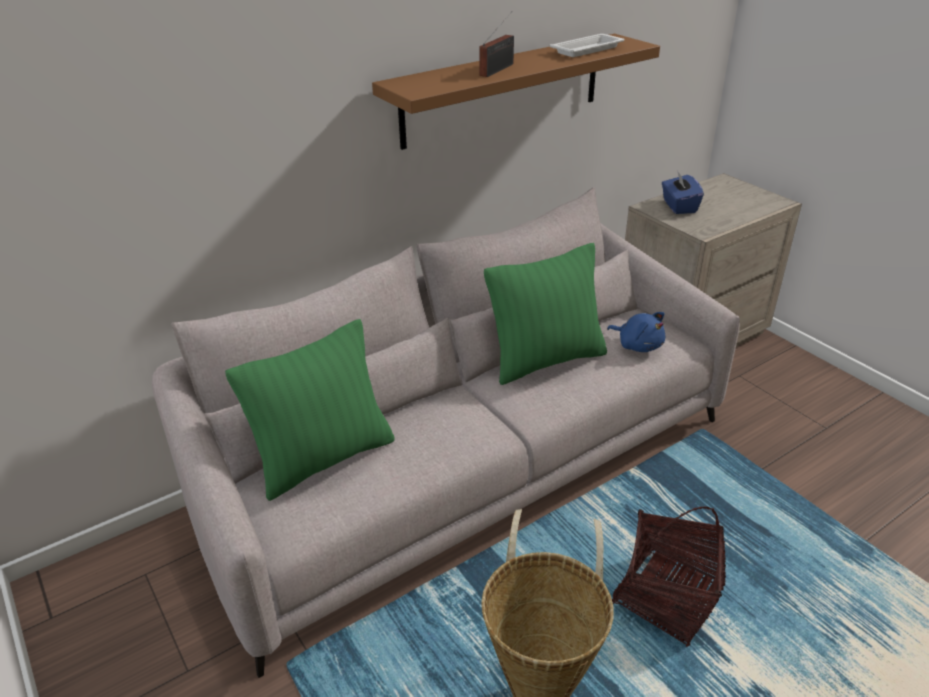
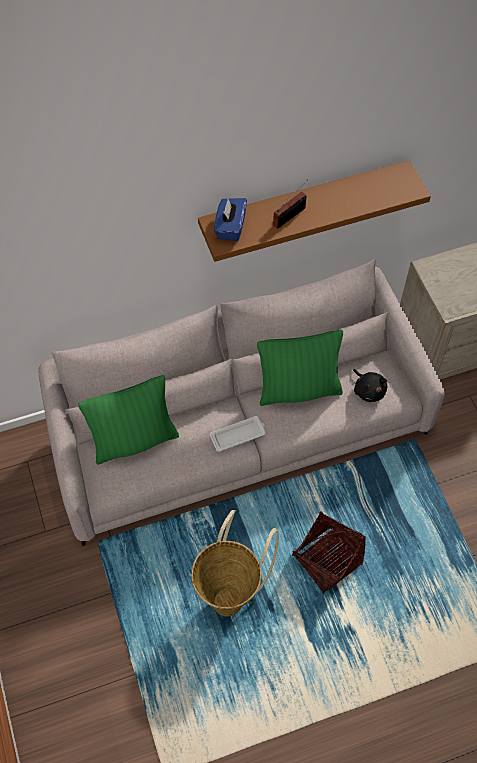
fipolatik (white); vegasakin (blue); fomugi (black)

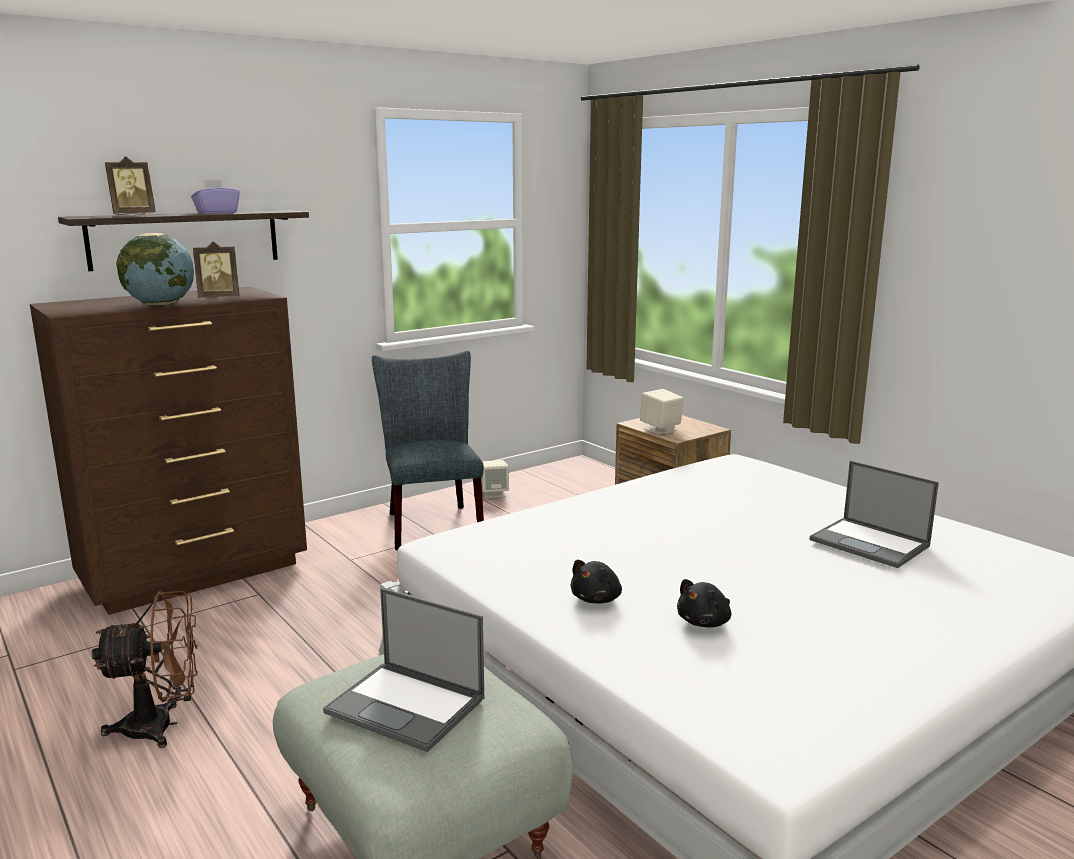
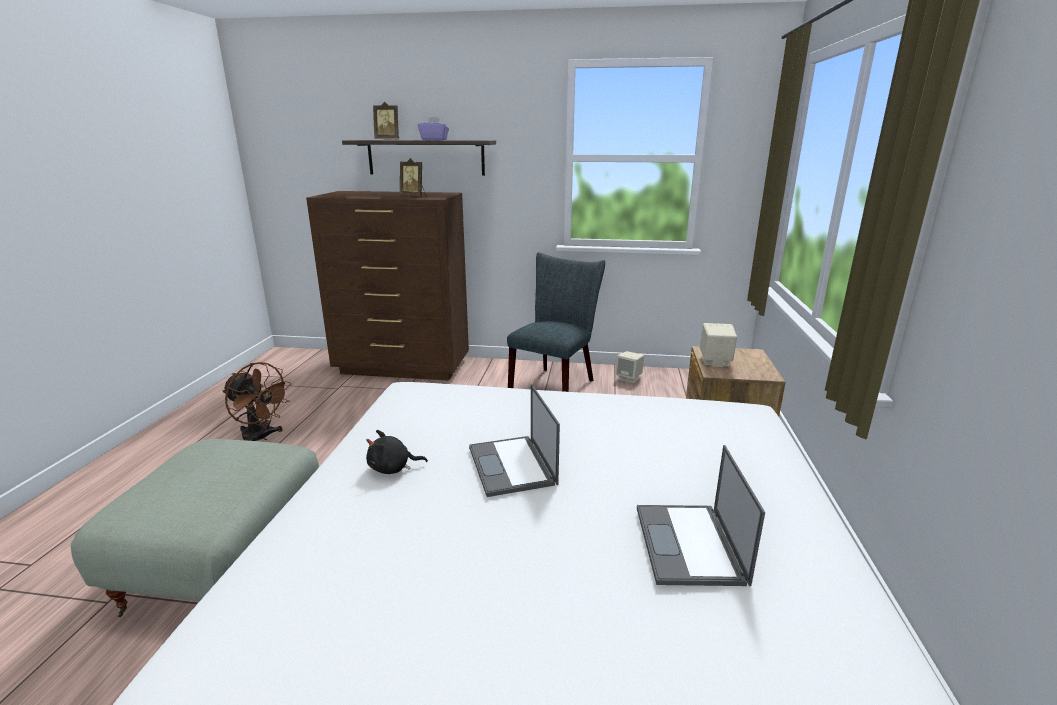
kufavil; fomugi (black) (2nd from left in the first image); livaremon (1st from left)

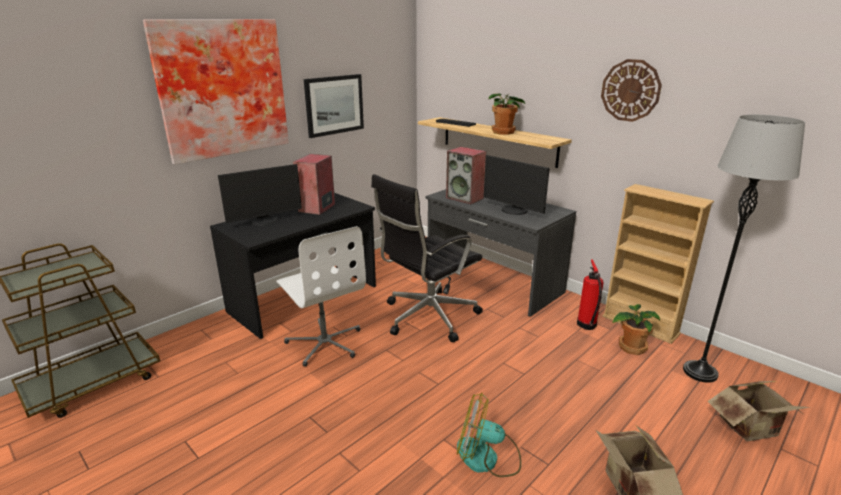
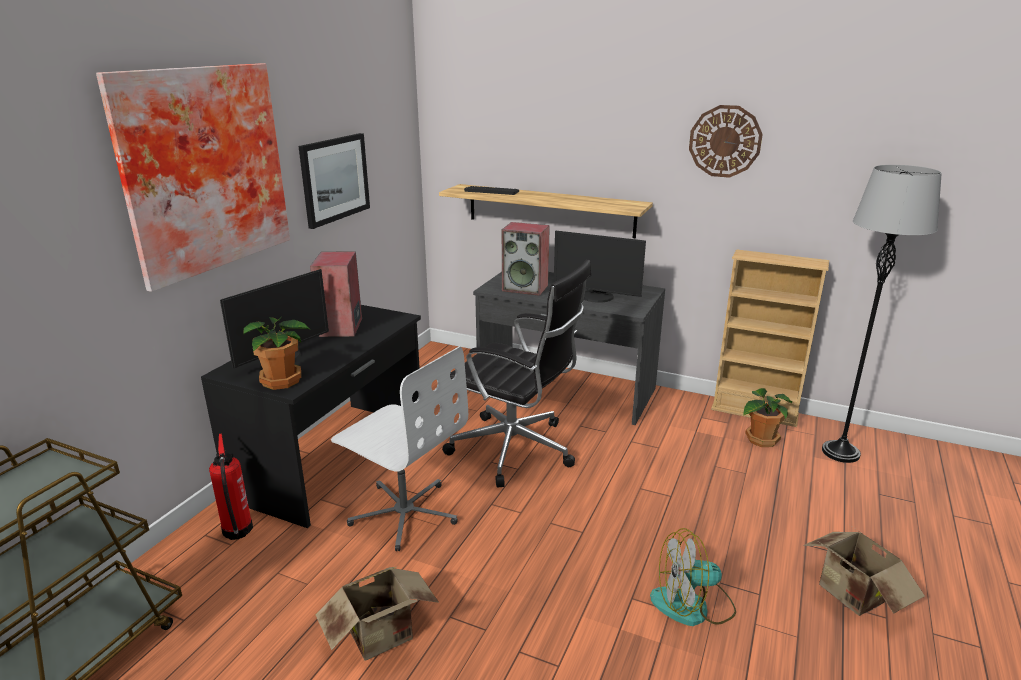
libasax (1st from left); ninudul; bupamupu (1st from left); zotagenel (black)

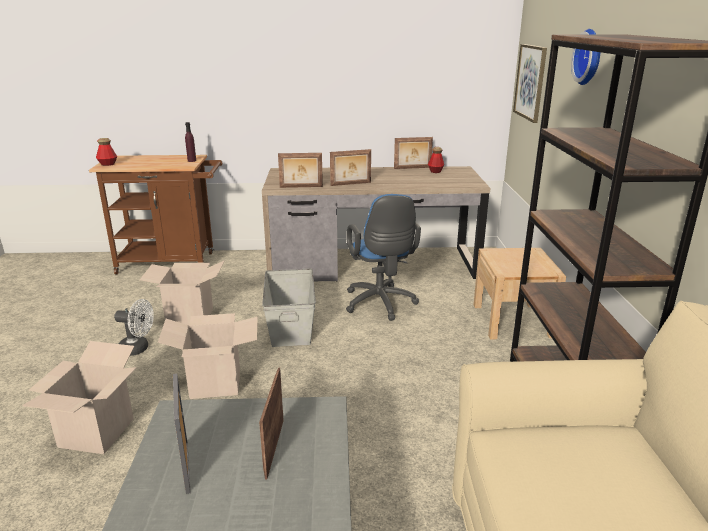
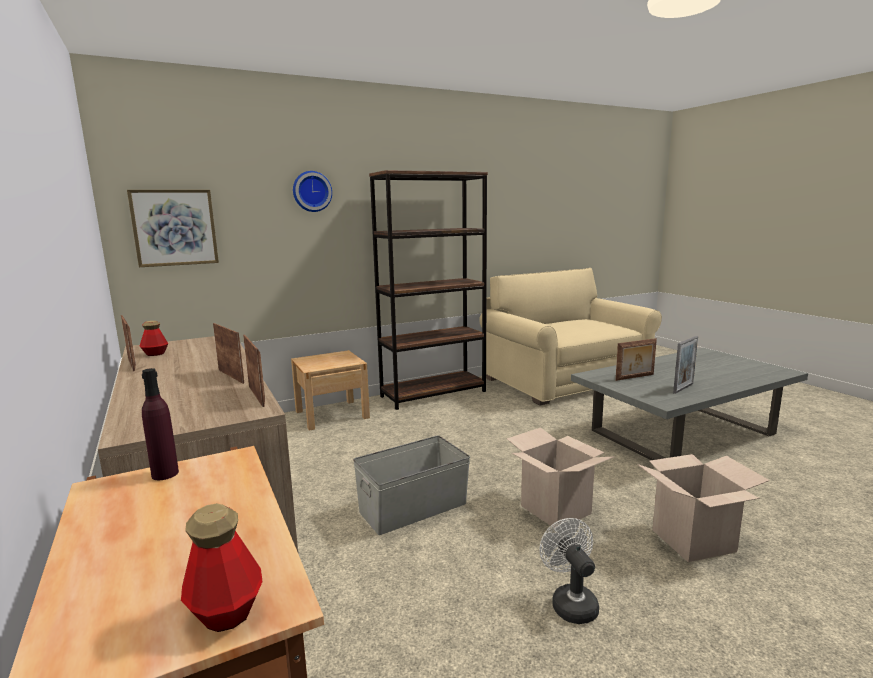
bupamupu (2nd from left in the first image); zotagenel (blue)

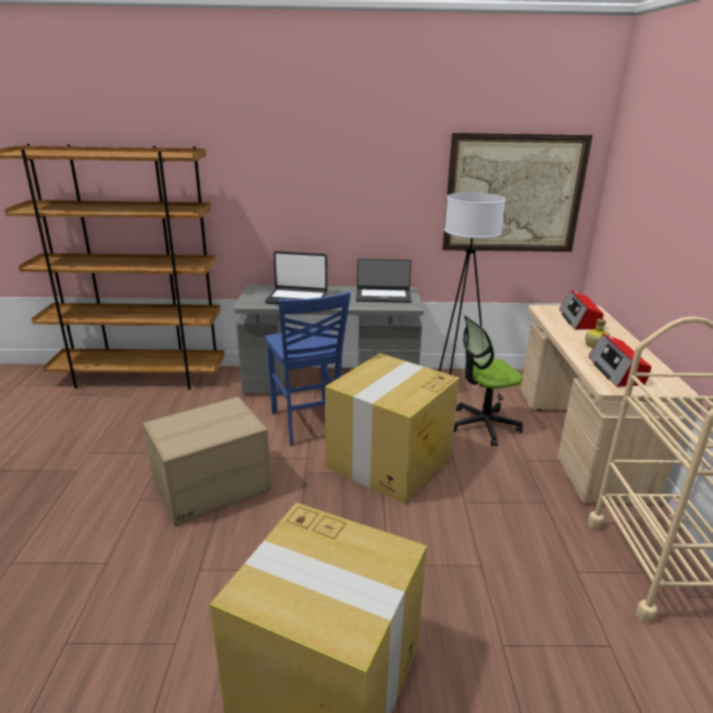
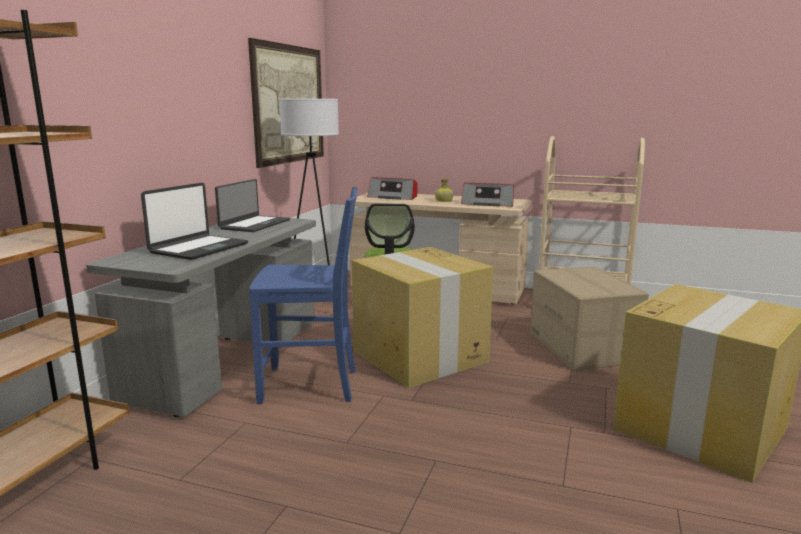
bupamupu (2nd from left)

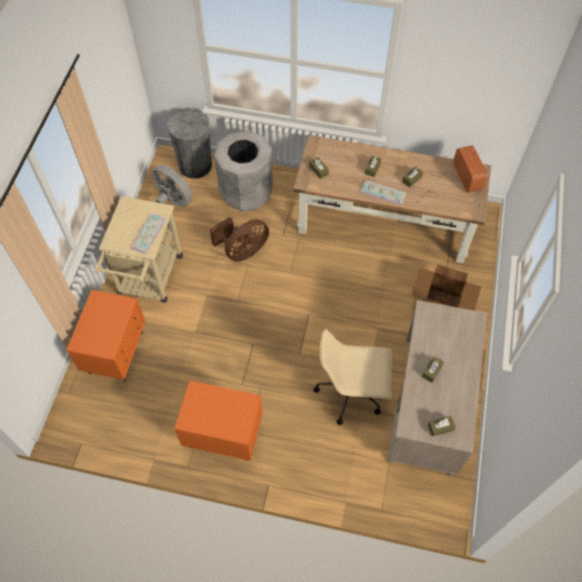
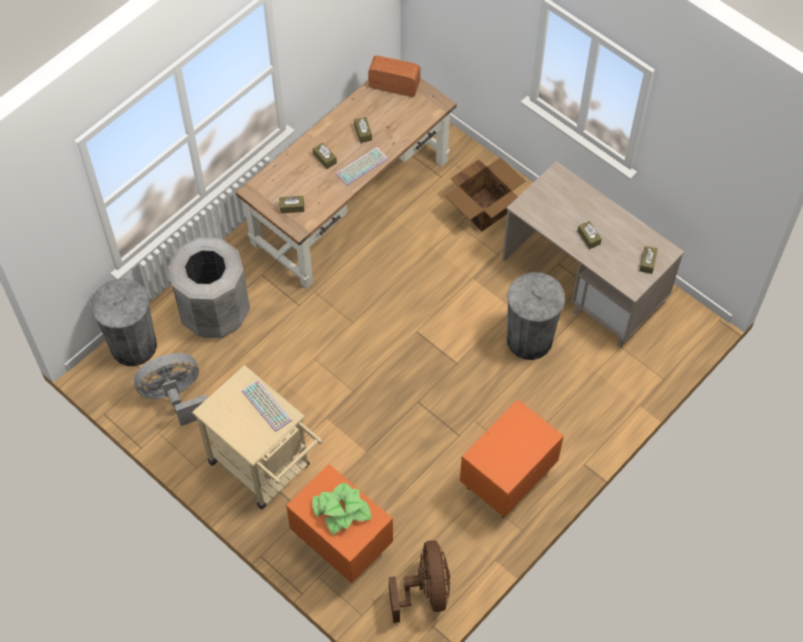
libasax; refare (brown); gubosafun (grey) (3rd from left)

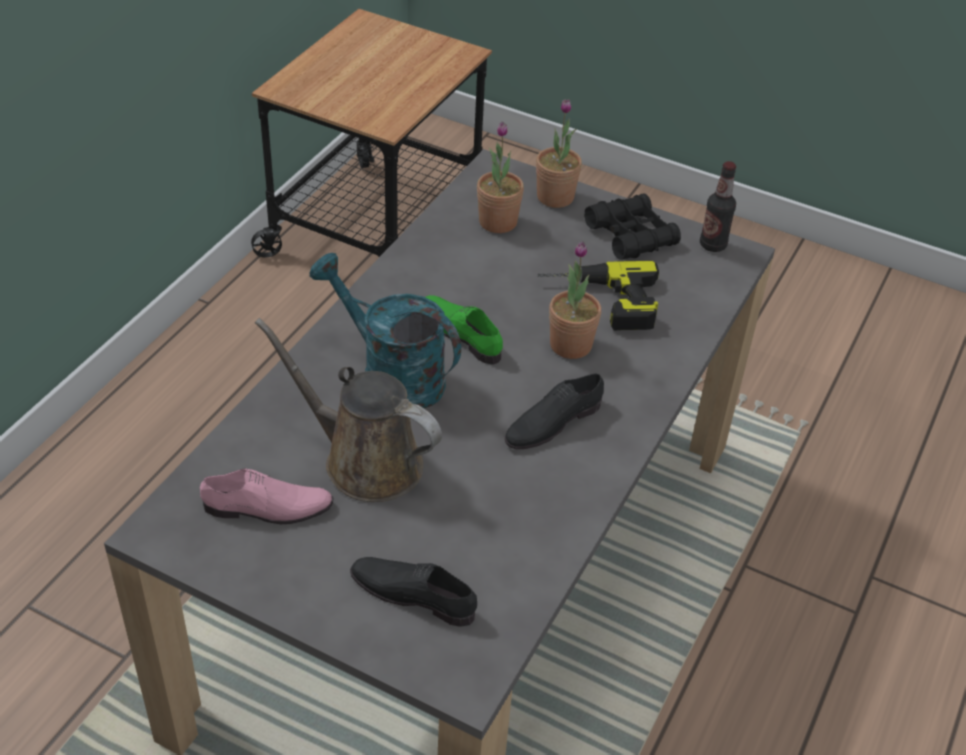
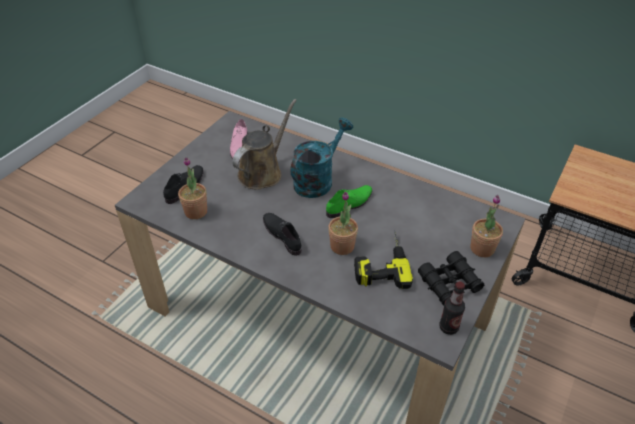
libasax (1st from left)

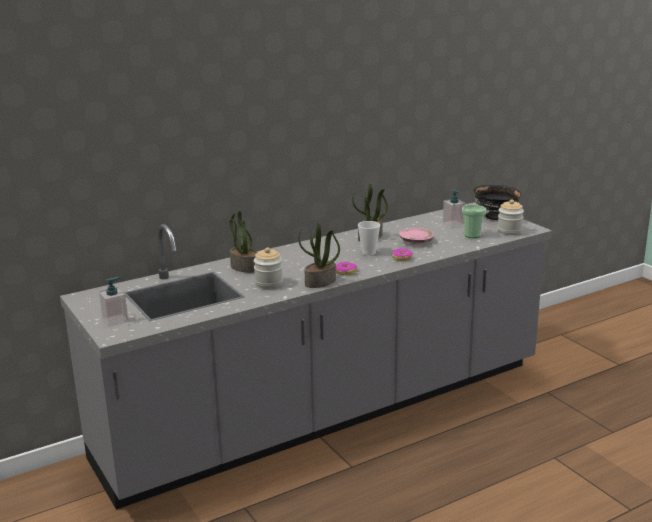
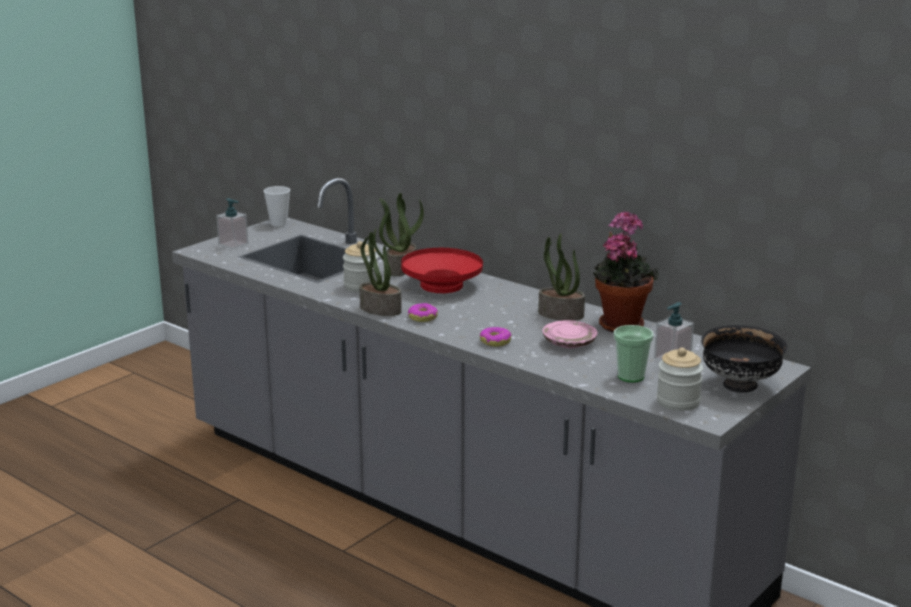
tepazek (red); libasax (4th from left); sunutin (1st from left)

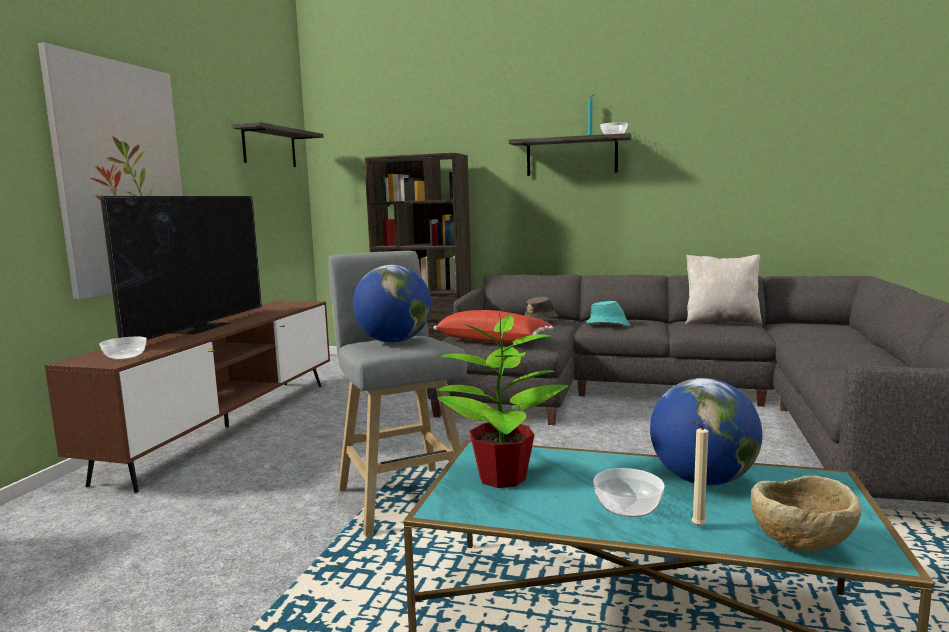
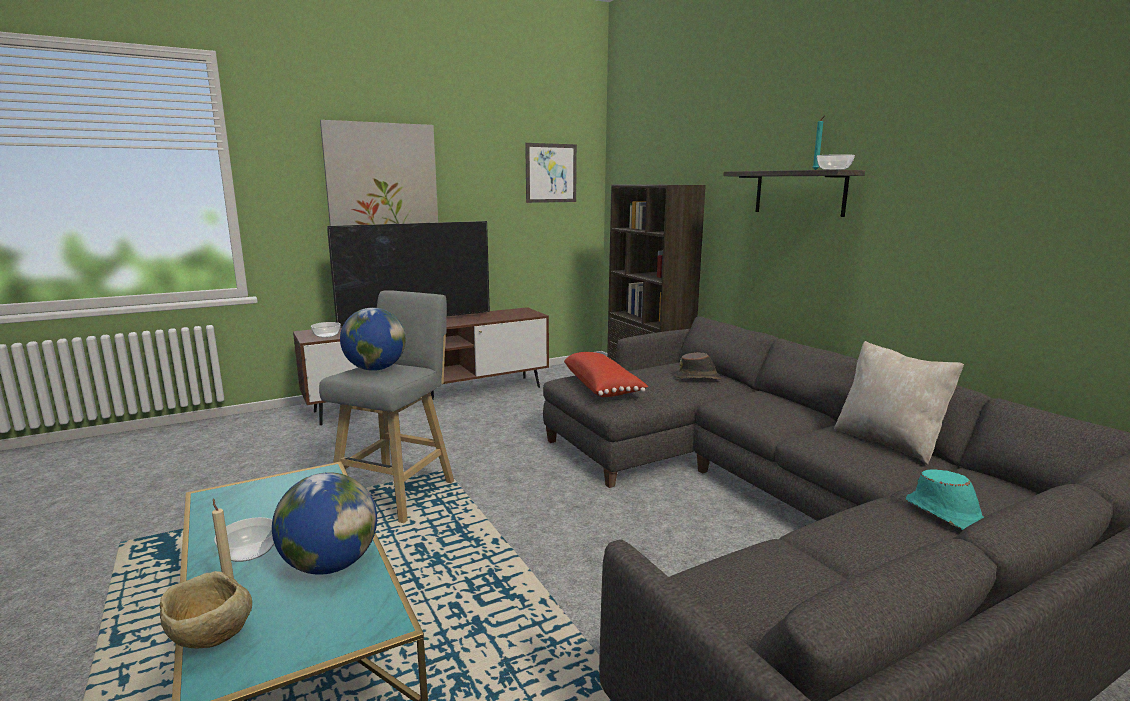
libasax; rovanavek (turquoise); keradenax (2nd from left)

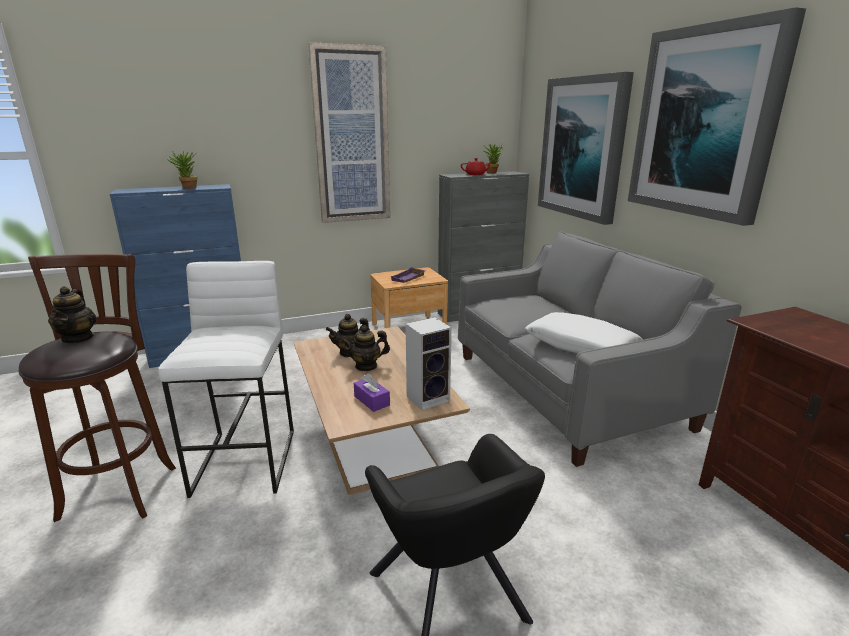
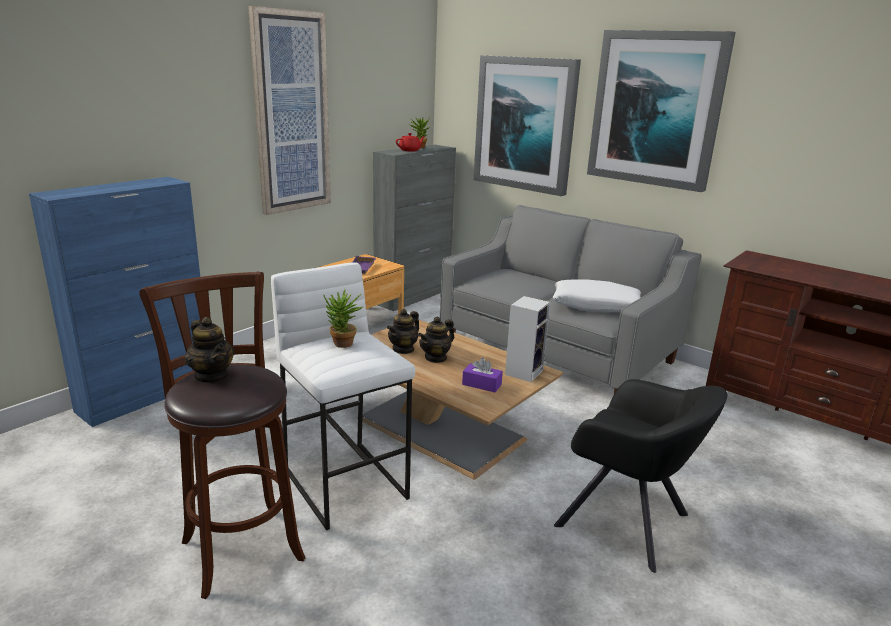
libasax (1st from left)

